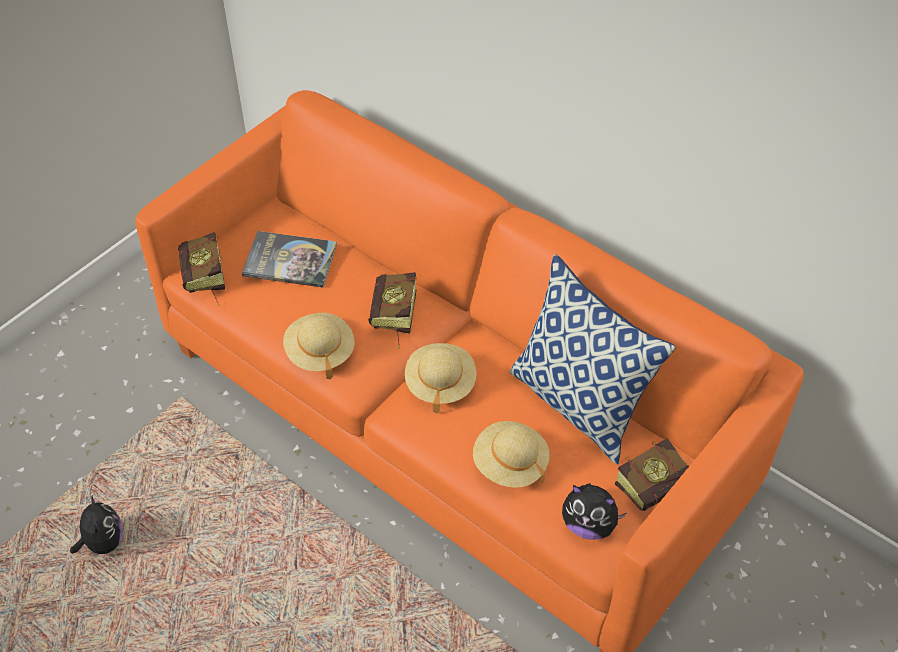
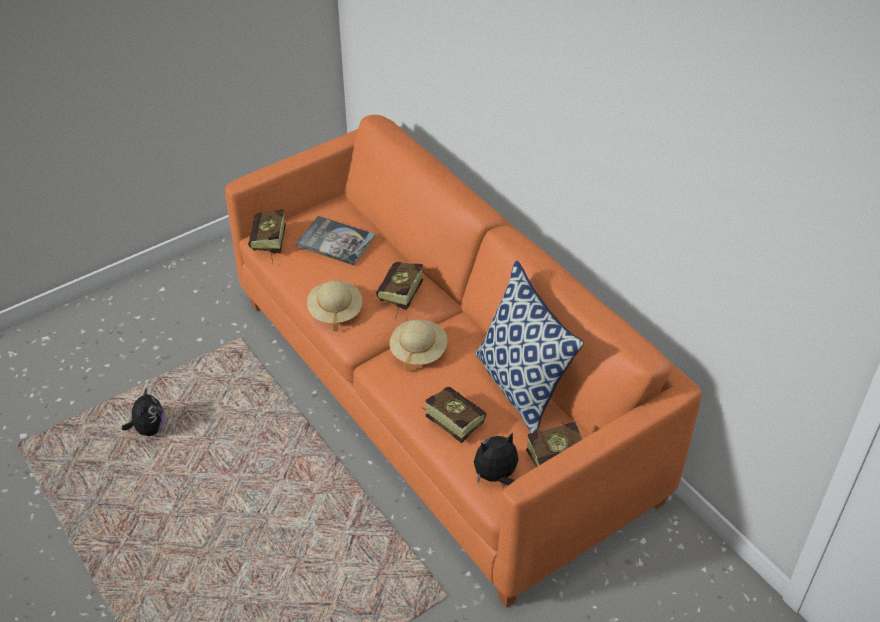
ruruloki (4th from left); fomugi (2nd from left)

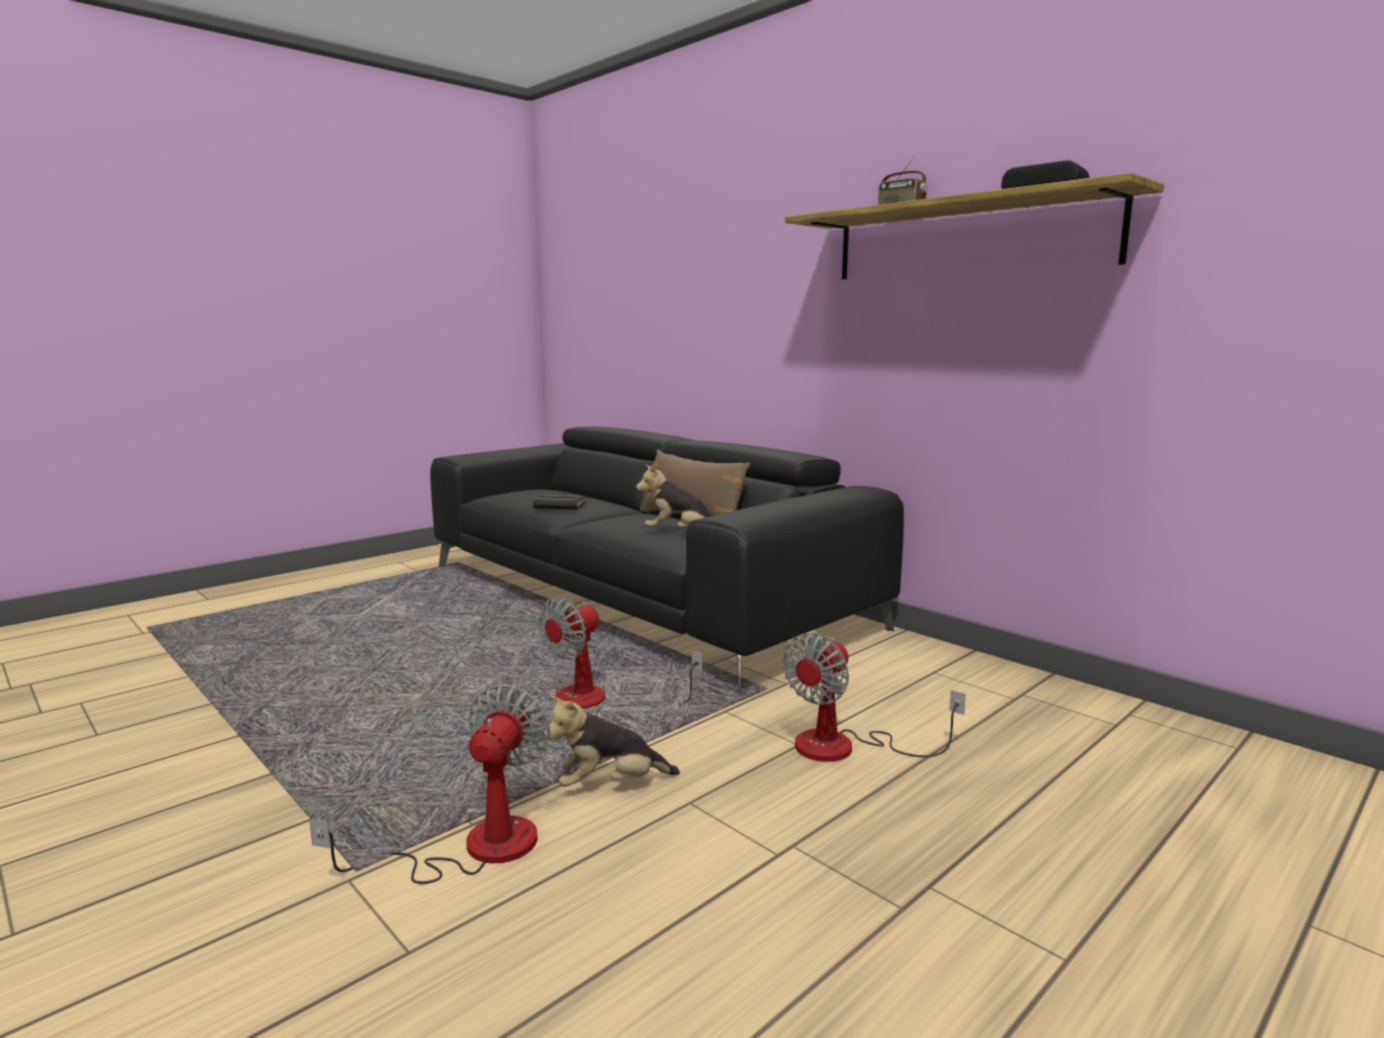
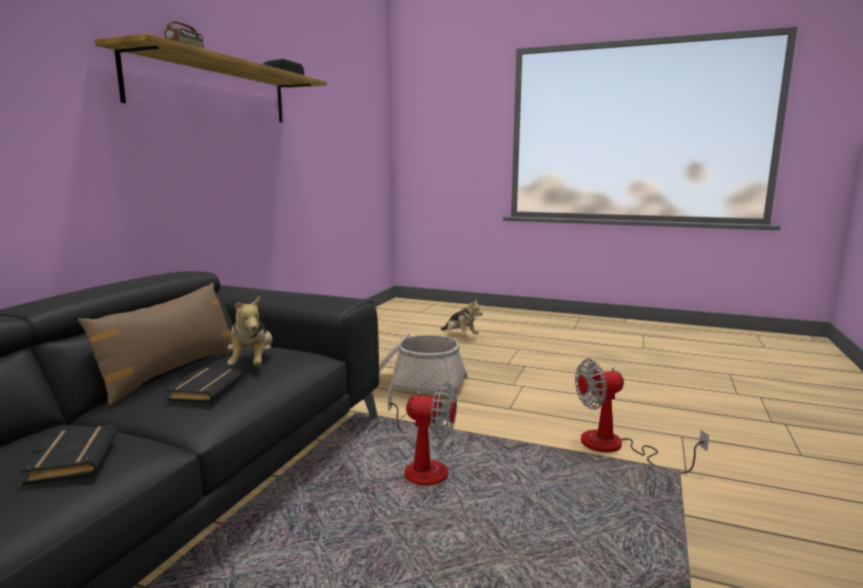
ruruloki (black) (2nd from left); fomugi (2nd from left); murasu

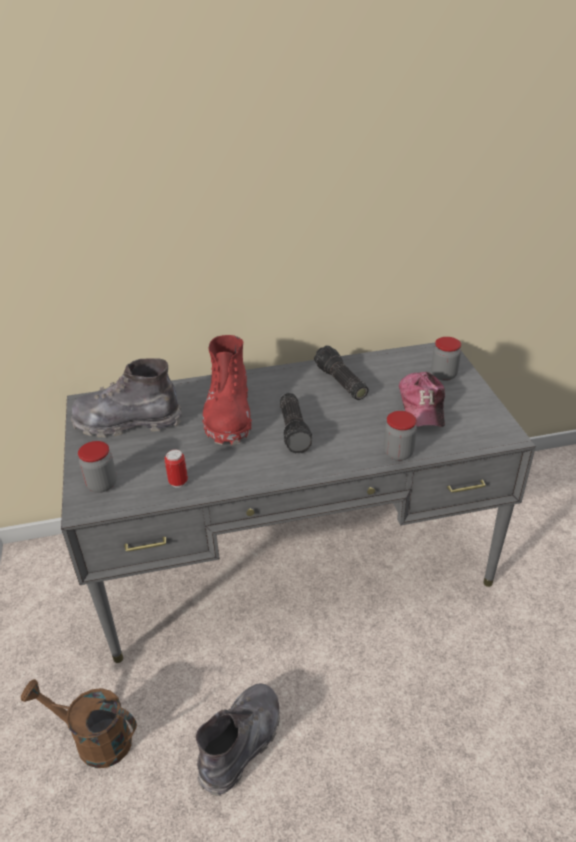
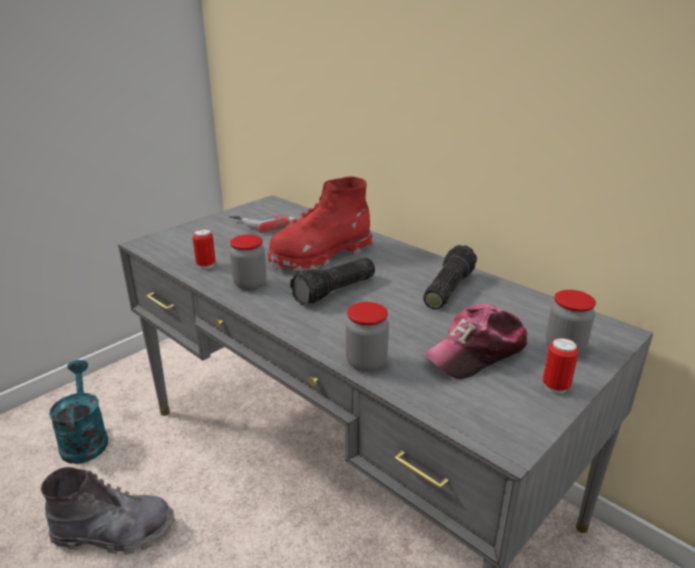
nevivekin (2nd from left); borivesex (1st from left); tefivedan; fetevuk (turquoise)

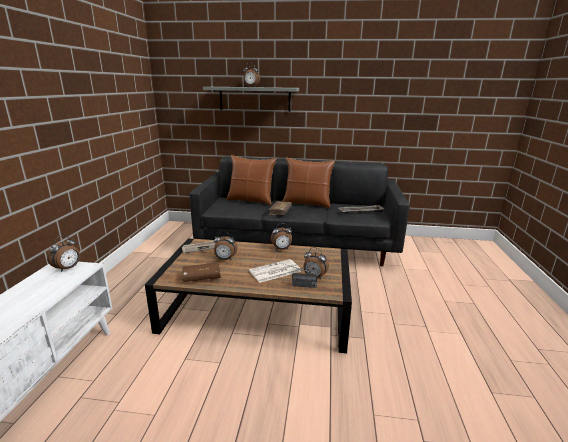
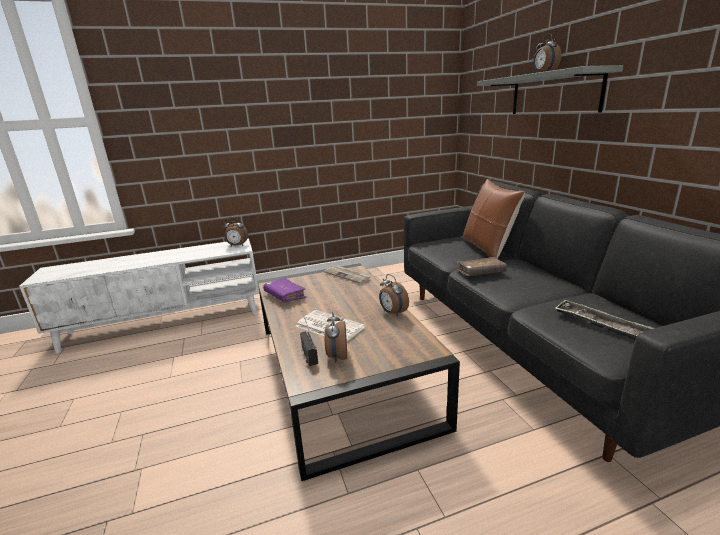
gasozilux (2nd from left in the first image); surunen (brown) (2nd from left in the first image); ruruloki (purple)

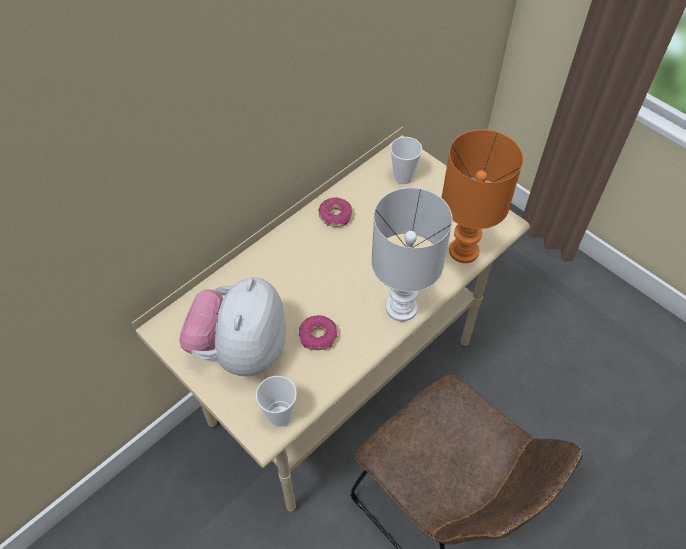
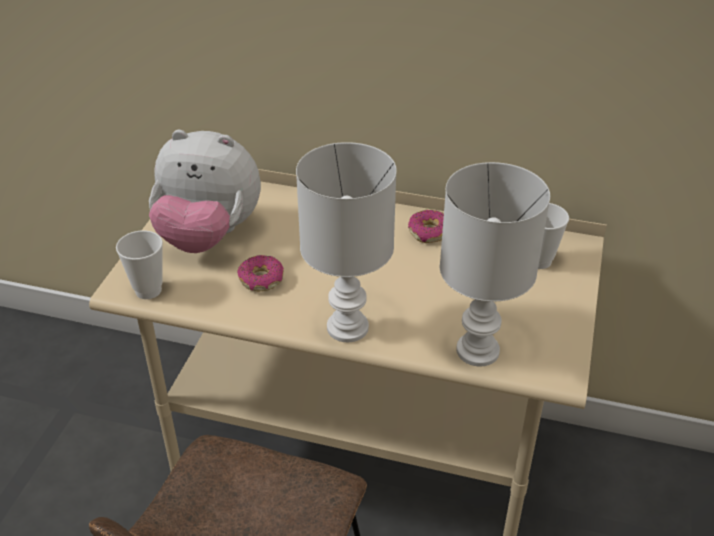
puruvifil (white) (2nd from left); fomugi

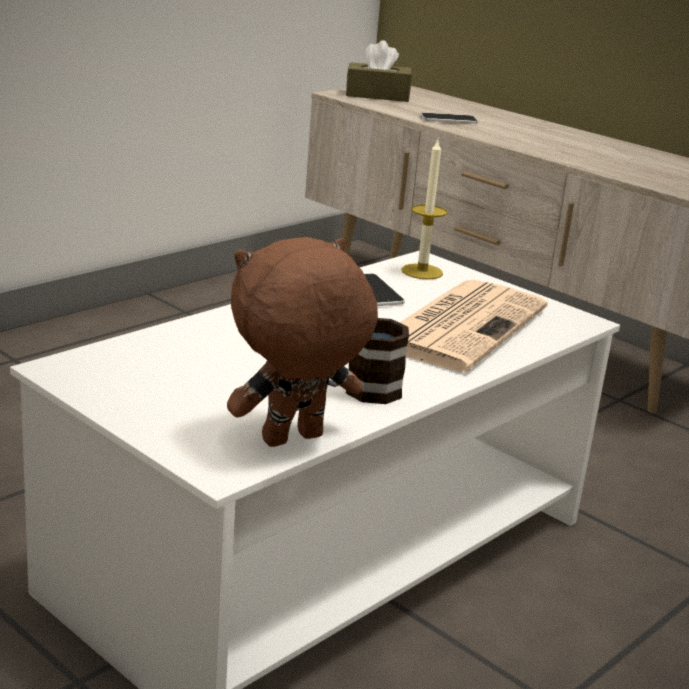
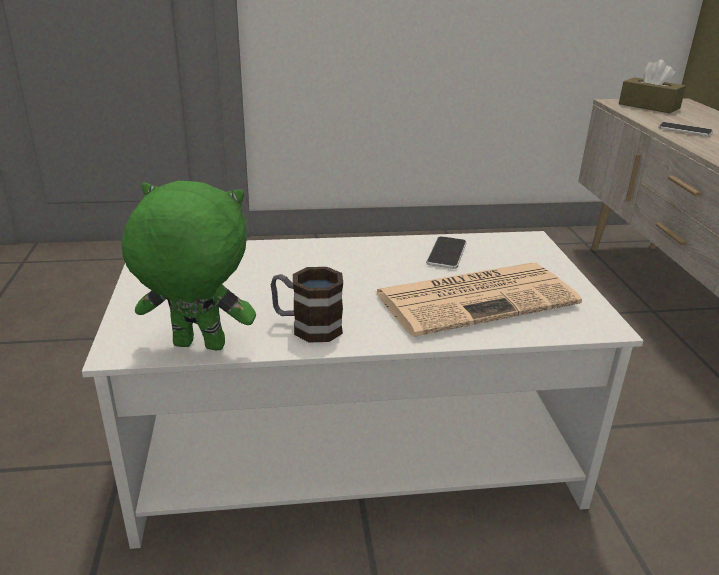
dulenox; fomugi (green)

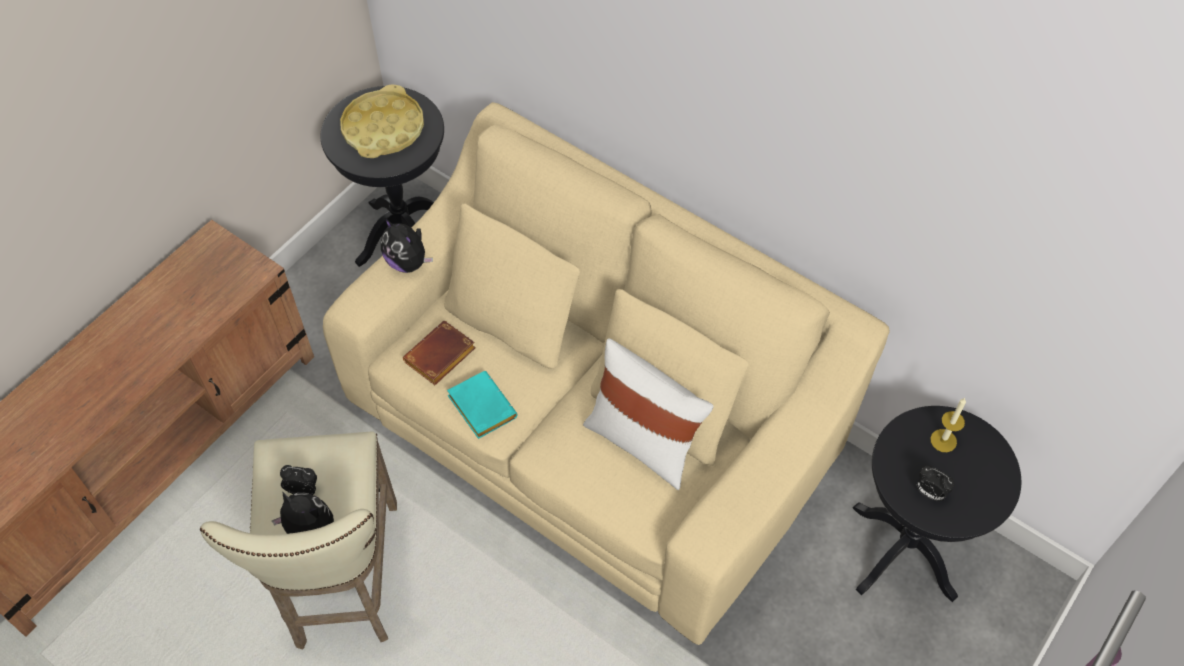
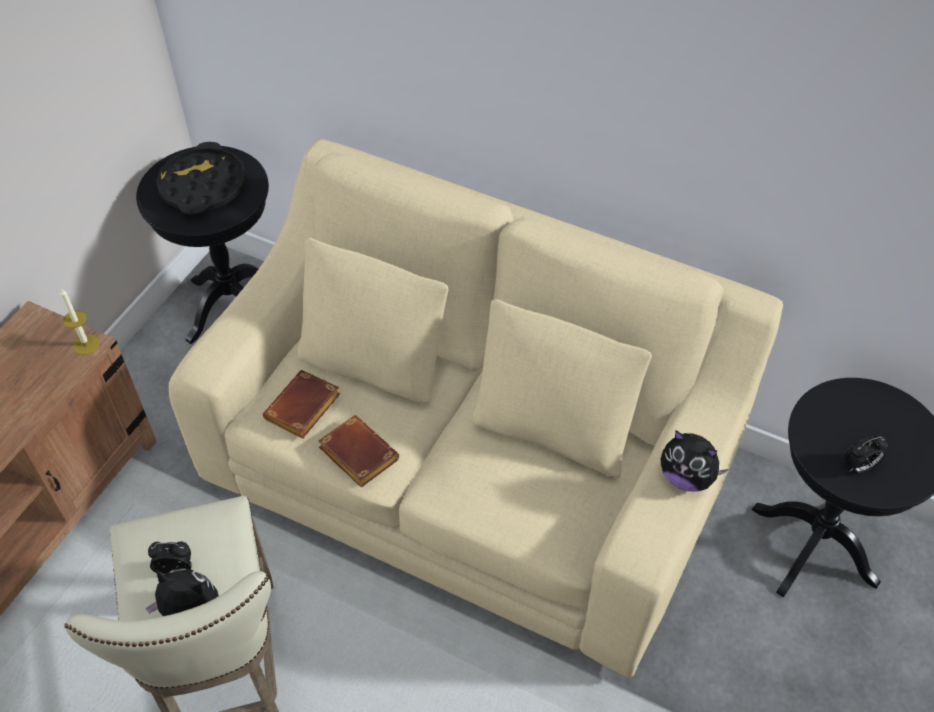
surunen (white); fomugi (2nd from left); dulenox; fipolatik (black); ruruloki (brown) (2nd from left); gasozilux (2nd from left)

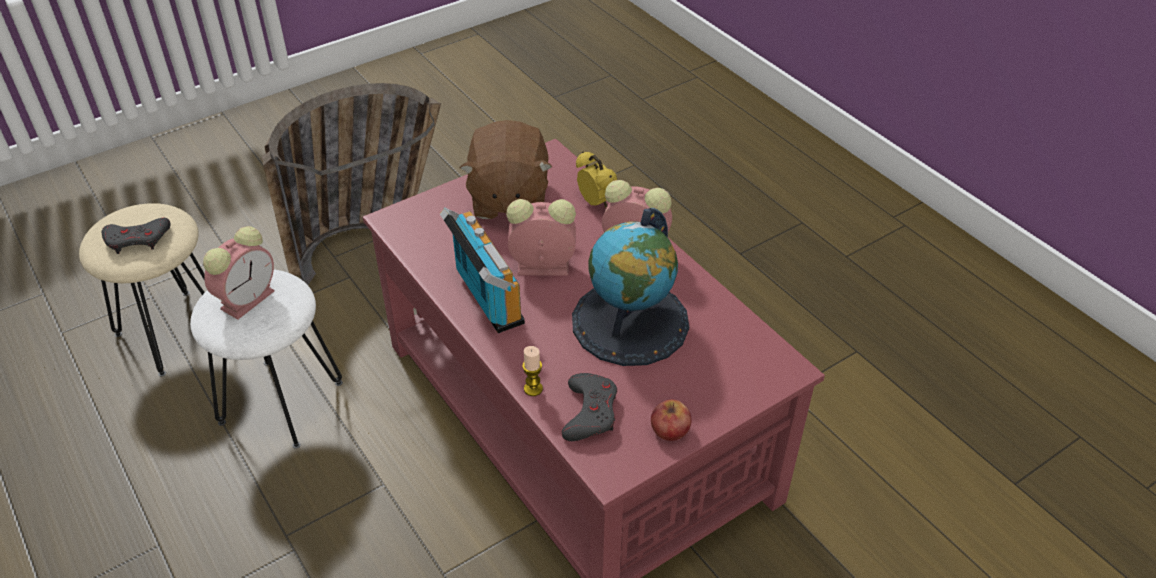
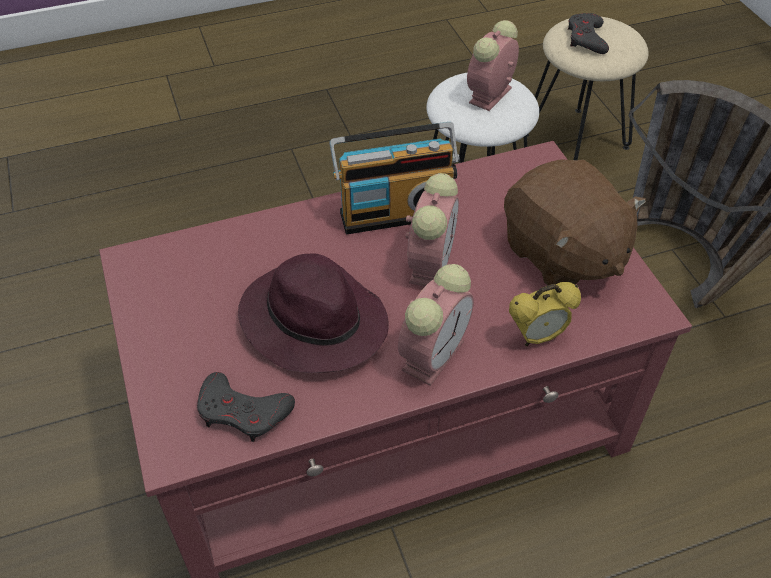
dulenox; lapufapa; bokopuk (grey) (1st from left); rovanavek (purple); gasozilux (3rd from left); fomugi (brown)

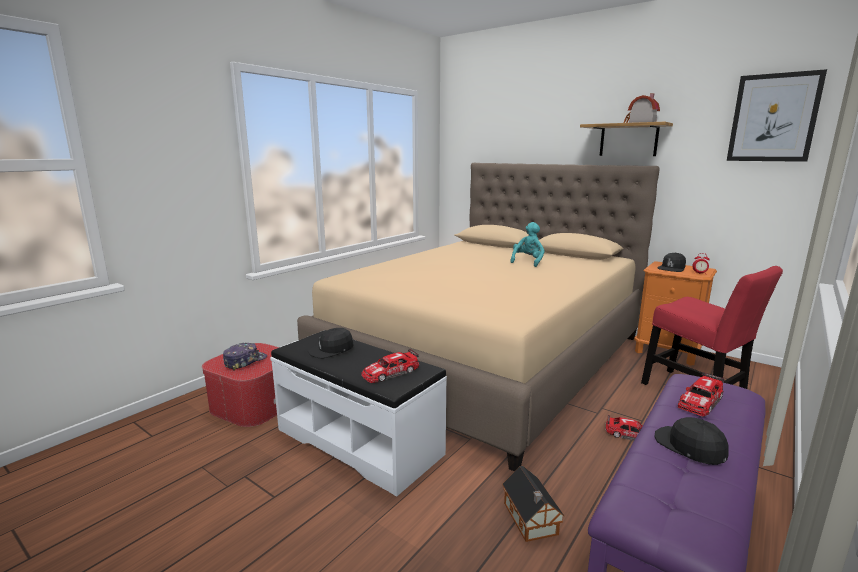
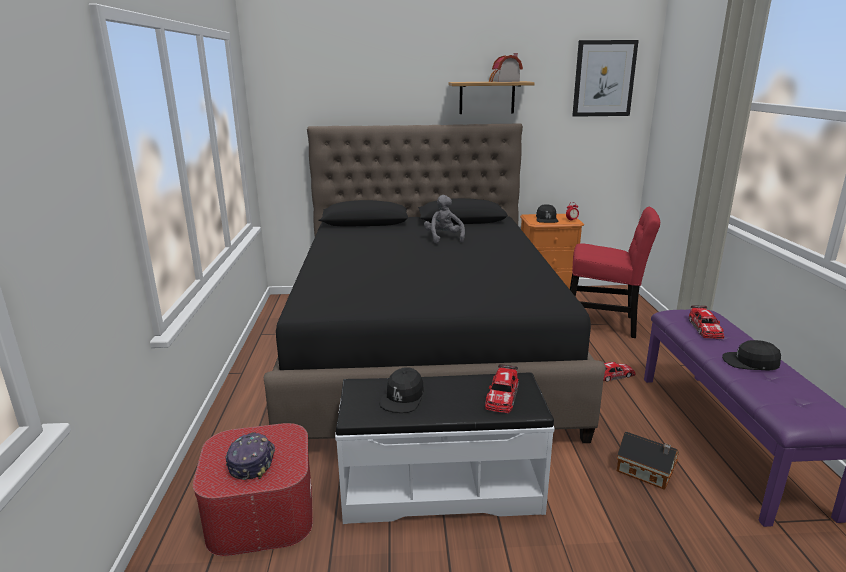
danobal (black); fomugi (grey)

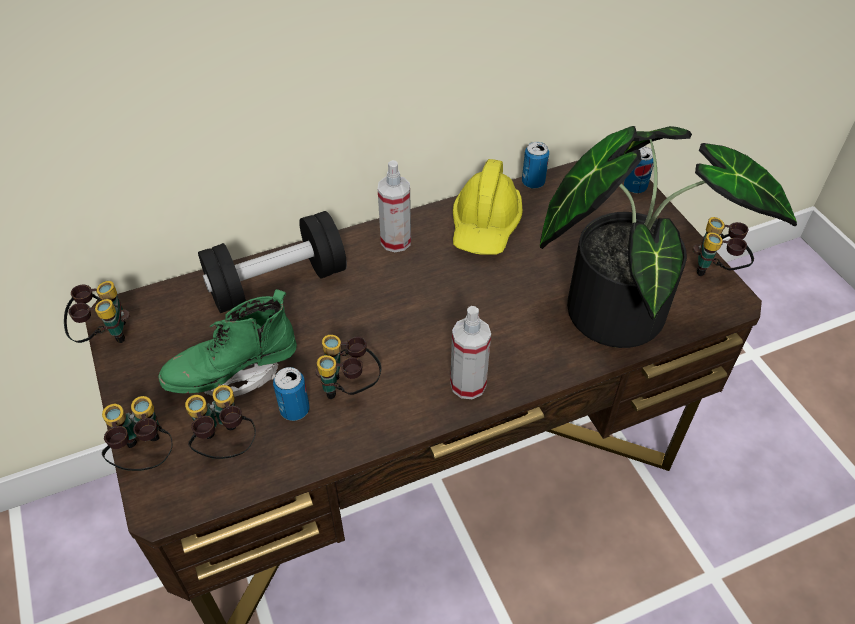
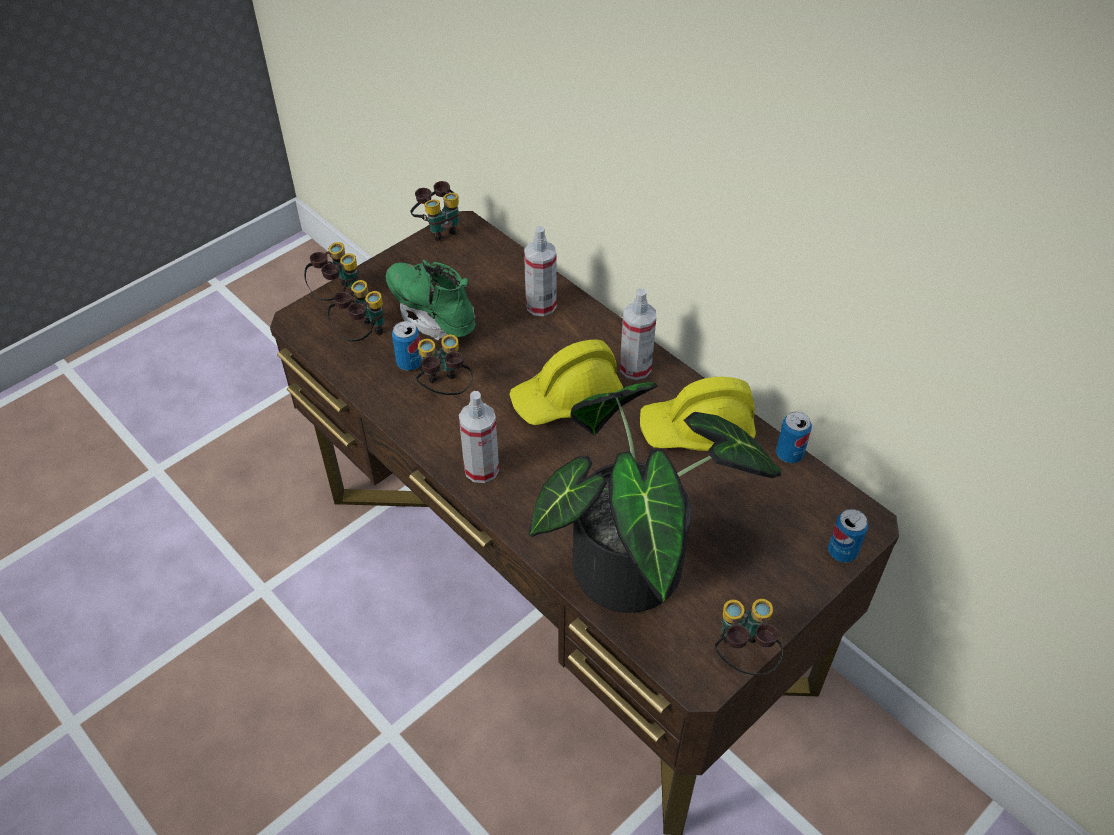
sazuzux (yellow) (1st from left); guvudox (2nd from left)

